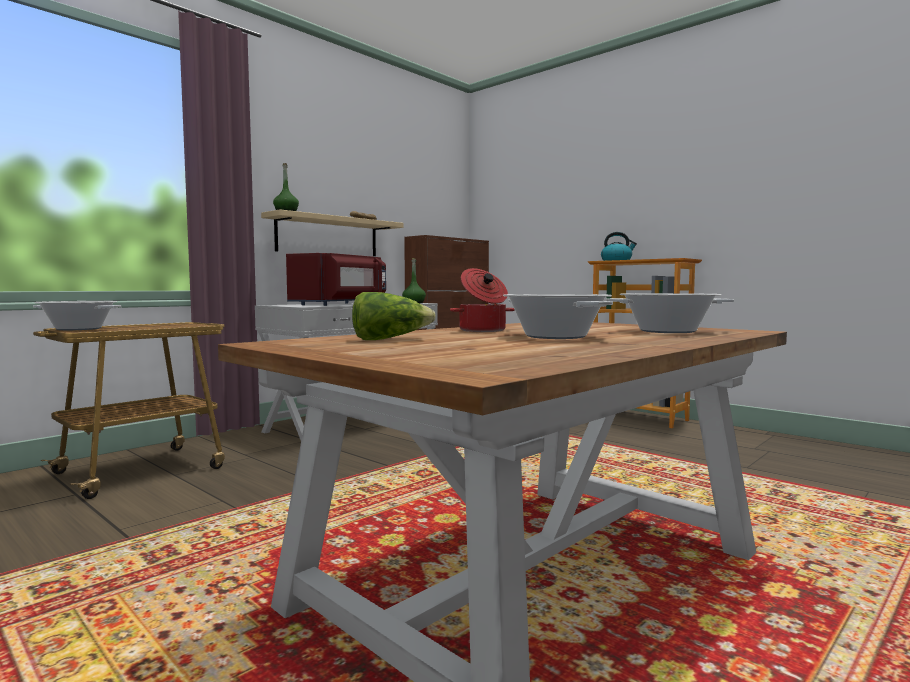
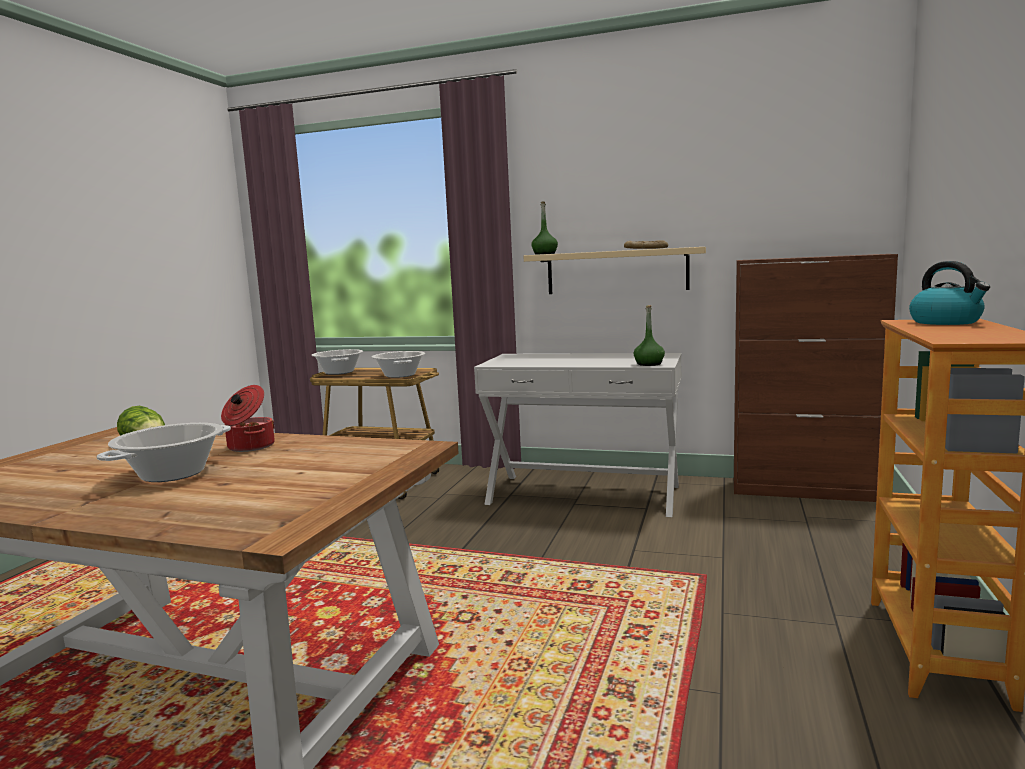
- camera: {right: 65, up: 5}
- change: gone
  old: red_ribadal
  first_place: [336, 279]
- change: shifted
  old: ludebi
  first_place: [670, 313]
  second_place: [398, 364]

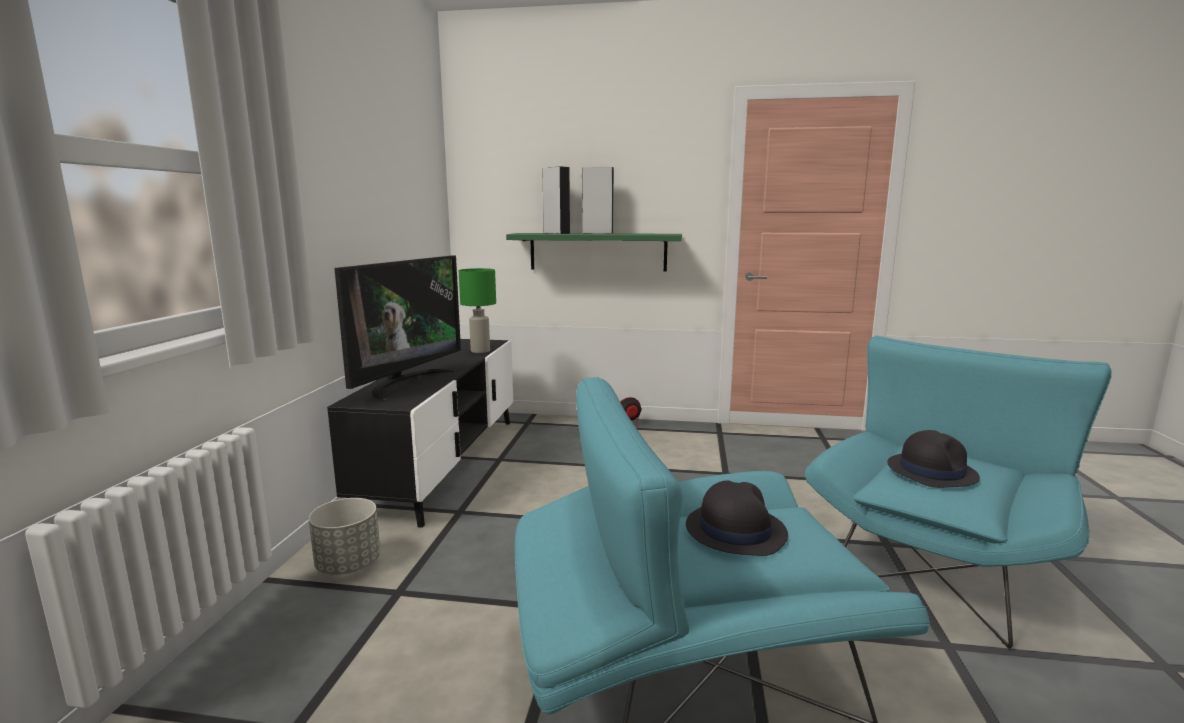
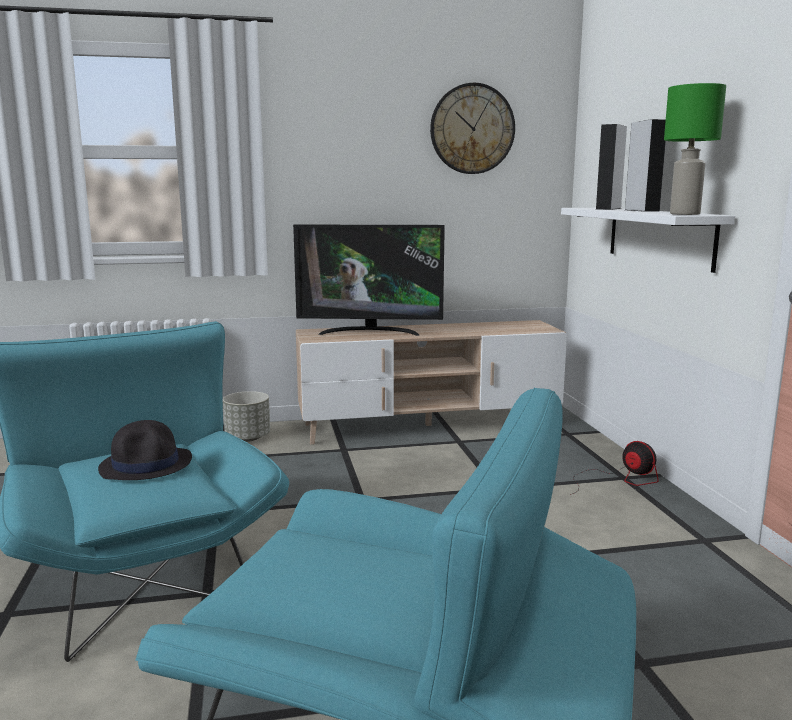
- camera: {right: 70, up: 0}
- change: repainted
  old: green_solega
  new: white_solega
  first_place: [594, 252]
  second_place: [648, 240]
- change: shifted
  old: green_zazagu
  first_place: [477, 310]
  second_place: [695, 149]
- change: repainted
  old: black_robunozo
  new: beige_robunozo
  first_place: [420, 433]
  second_place: [431, 382]
- change: gone
  old: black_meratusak
  first_place: [933, 459]
- change: new
  new: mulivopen
  second_place: [472, 128]

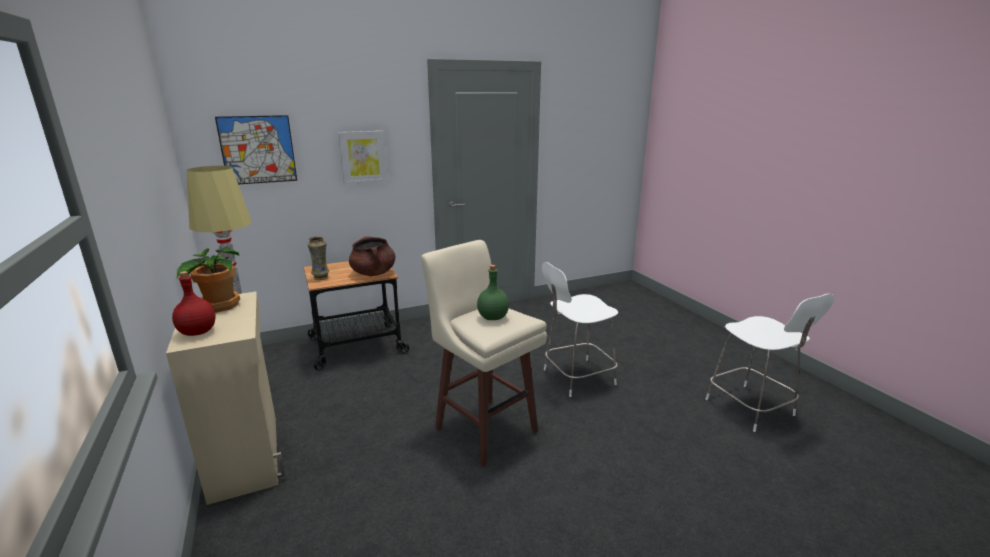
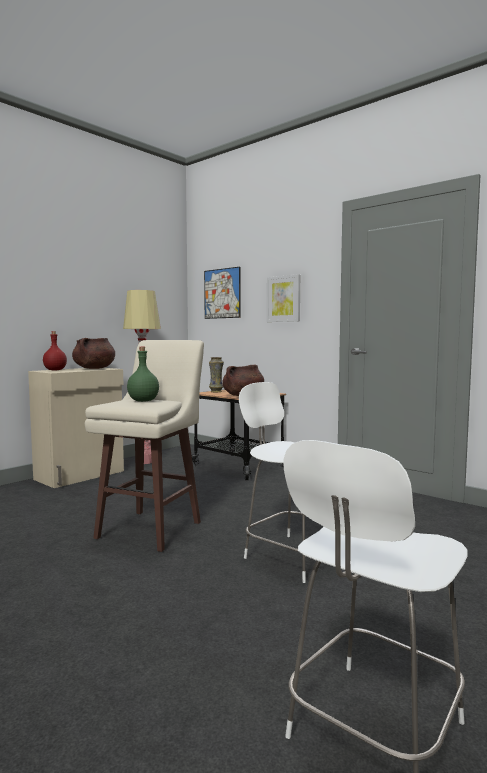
- camera: {right: 65, up: -15}
- change: swapped
  old: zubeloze
  new: brown_ludebi
  first_place: [208, 280]
  second_place: [93, 353]

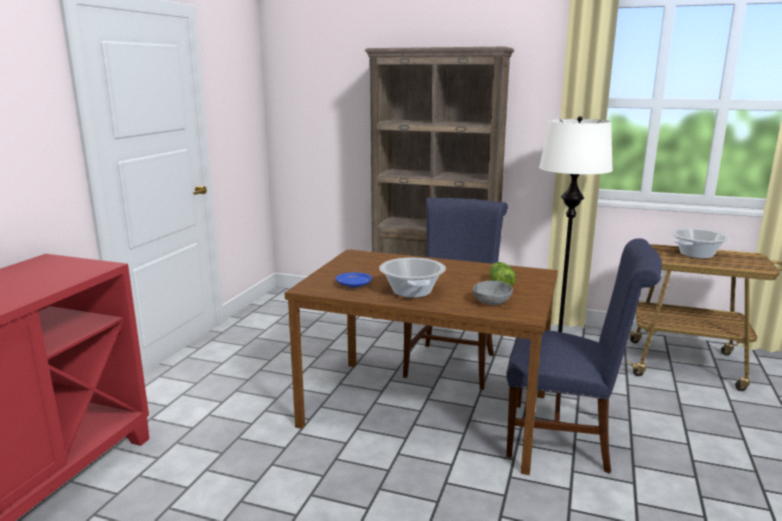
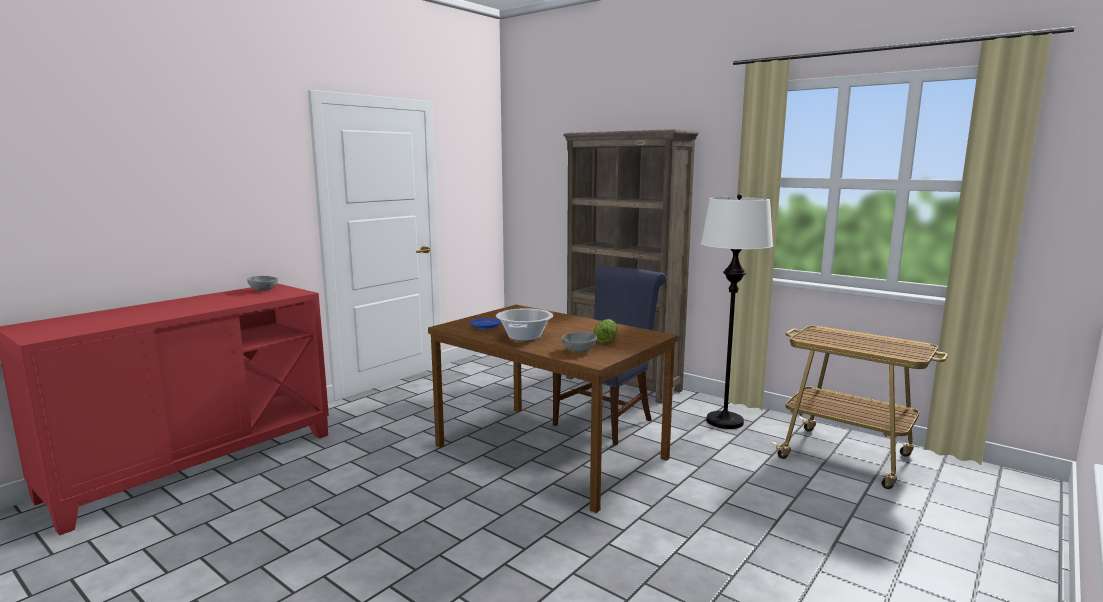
- camera: {right: 20, up: -5}
- change: gone
  old: ludebi
  first_place: [700, 243]
- change: gone
  old: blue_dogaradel
  first_place: [584, 356]
- change: new
  new: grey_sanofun
  second_place: [262, 283]

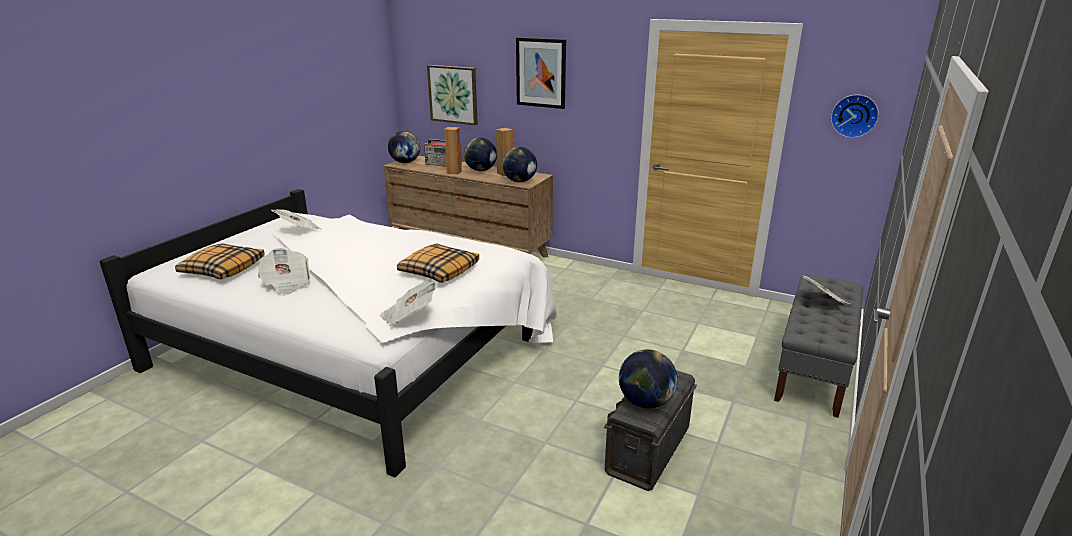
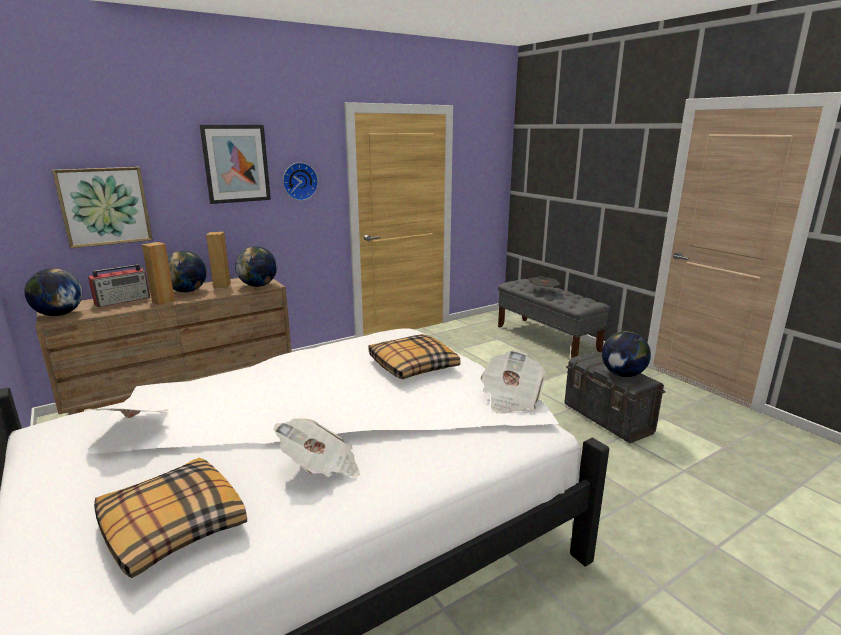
- camera: {right: -60, up: -5}
- change: shifted
  old: mulivopen
  first_place: [855, 116]
  second_place: [300, 182]

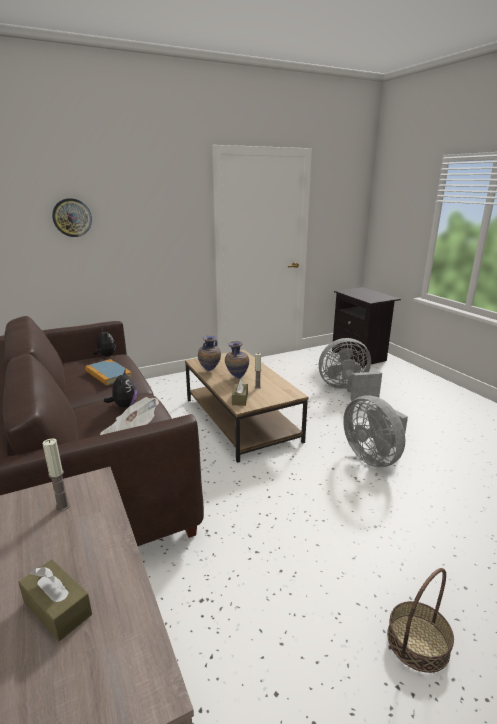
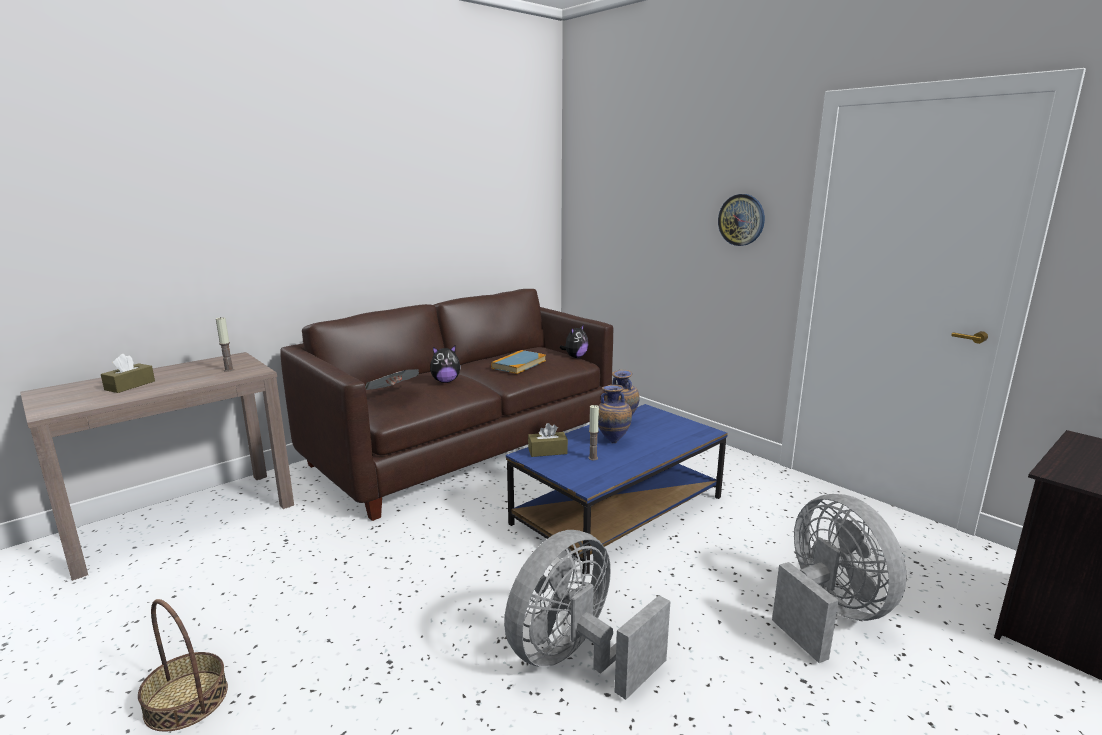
- camera: {right: 75, up: -5}
- change: shifted
  old: mulivopen
  first_place: [72, 217]
  second_place: [741, 220]
- change: repainted
  old: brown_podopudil
  new: blue_podopudil
  first_place: [246, 406]
  second_place: [617, 489]

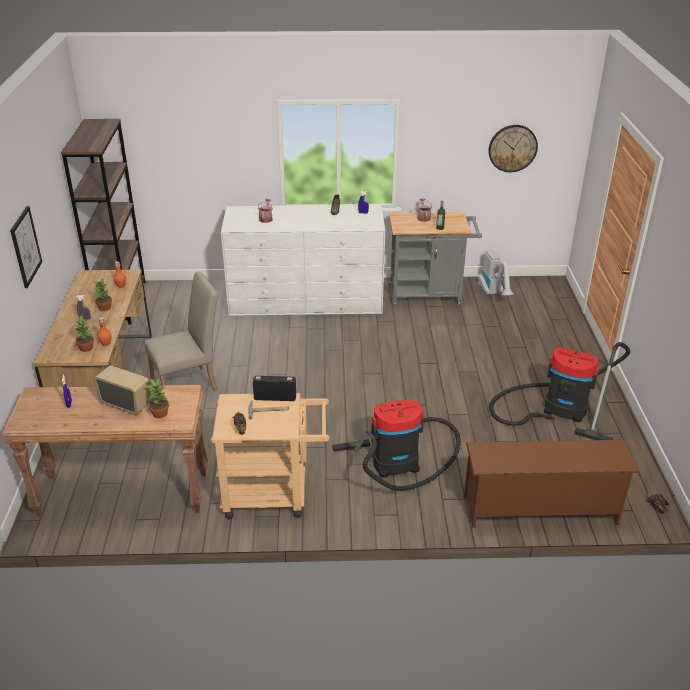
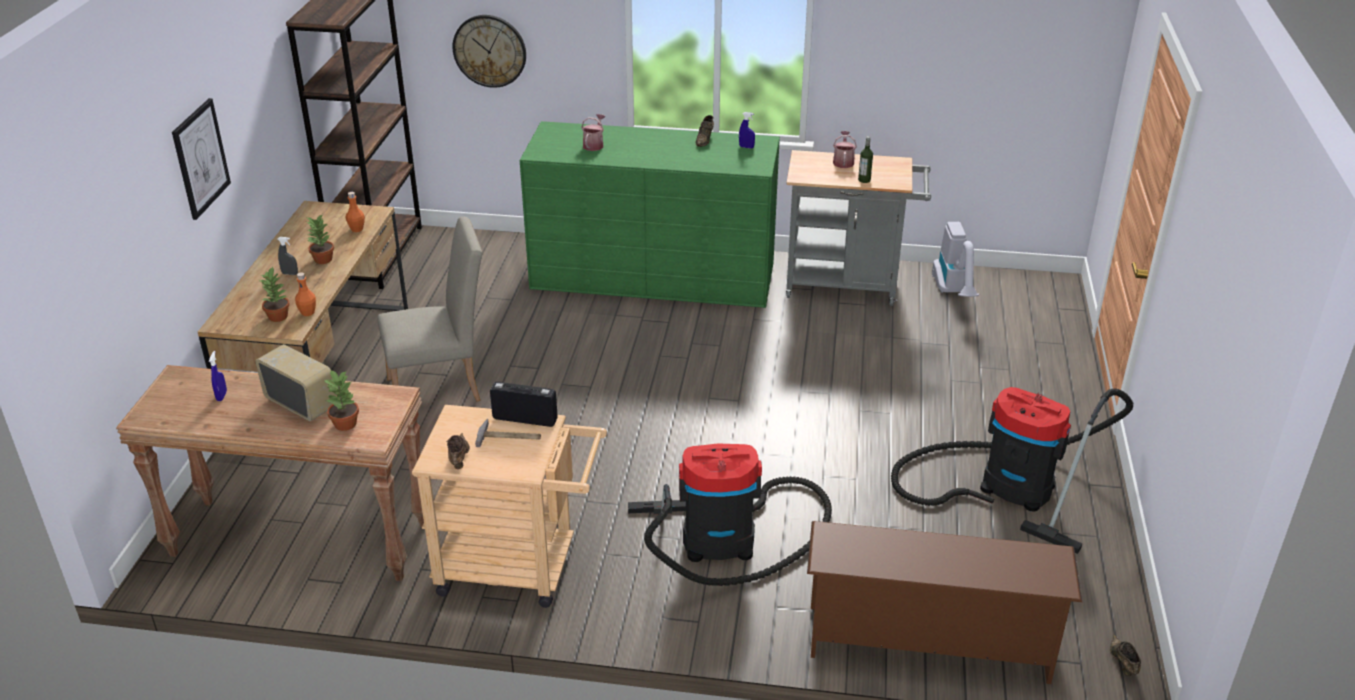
- camera: {right: 10, up: 0}
- change: shifted
  old: mulivopen
  first_place: [513, 148]
  second_place: [489, 51]
- change: repainted
  old: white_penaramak
  new: green_penaramak
  first_place: [303, 260]
  second_place: [650, 214]

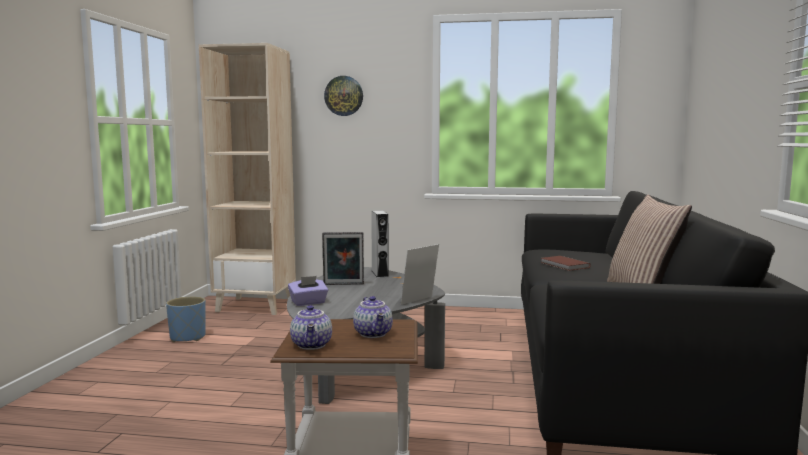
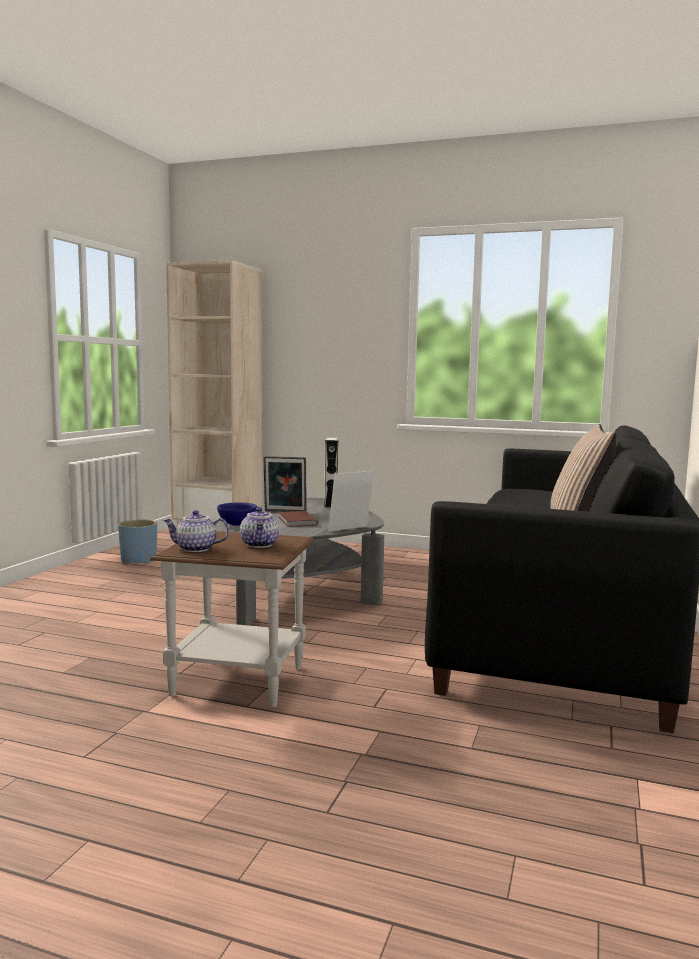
- camera: {right: 10, up: 0}
- change: gone
  old: mulivopen
  first_place: [343, 96]
- change: shifted
  old: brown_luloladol
  first_place: [565, 263]
  second_place: [298, 519]
- change: swapped
  old: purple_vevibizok
  new: blue_sanofun
  first_place: [308, 291]
  second_place: [237, 514]
- change: rotated
  old: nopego
  first_place: [311, 327]
  second_place: [196, 531]
  degrees: 90

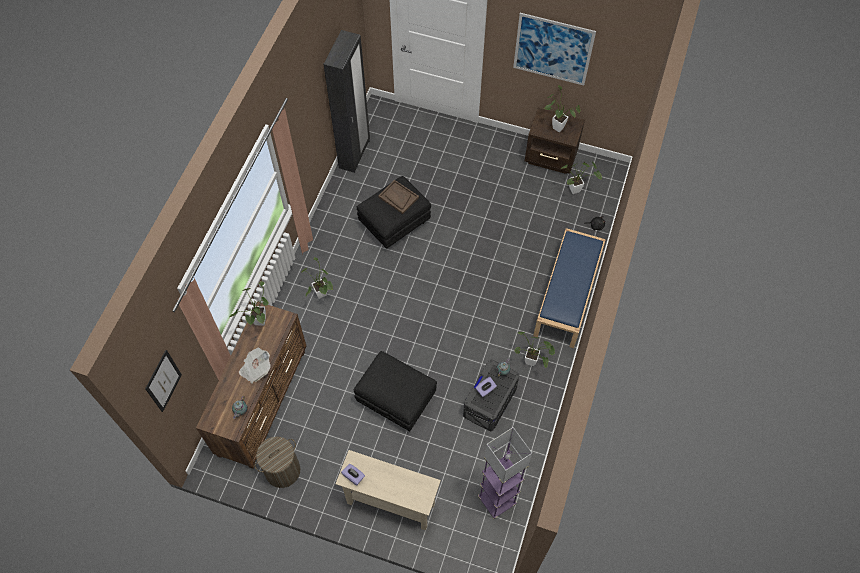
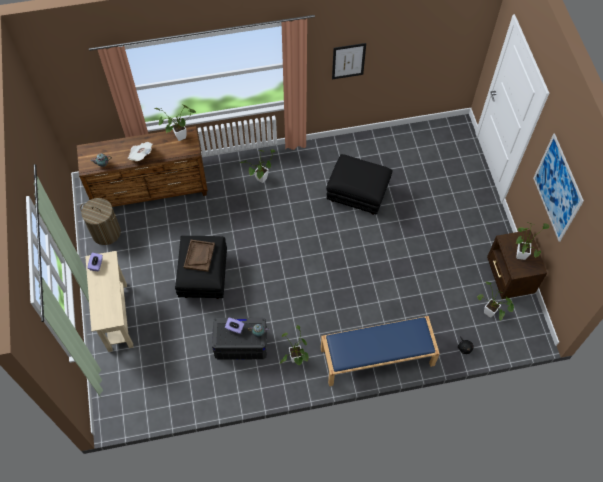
- camera: {right: 60, up: 0}
- change: gone
  old: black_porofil
  first_place: [346, 101]
- change: shifted
  old: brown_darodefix
  first_place: [398, 197]
  second_place: [199, 256]
- change: shifted
  old: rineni
  first_place: [163, 381]
  second_place: [349, 61]
- change: gone
  old: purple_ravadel
  first_place: [505, 473]

